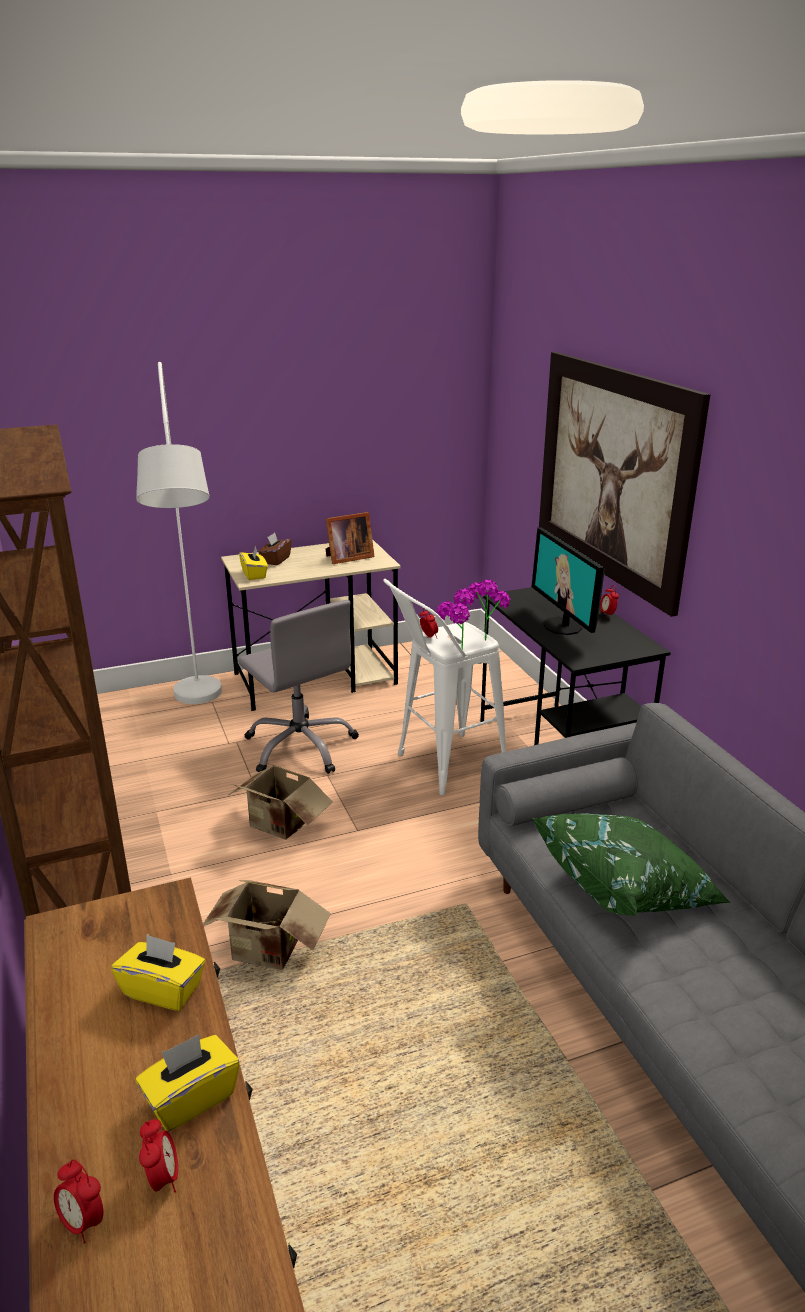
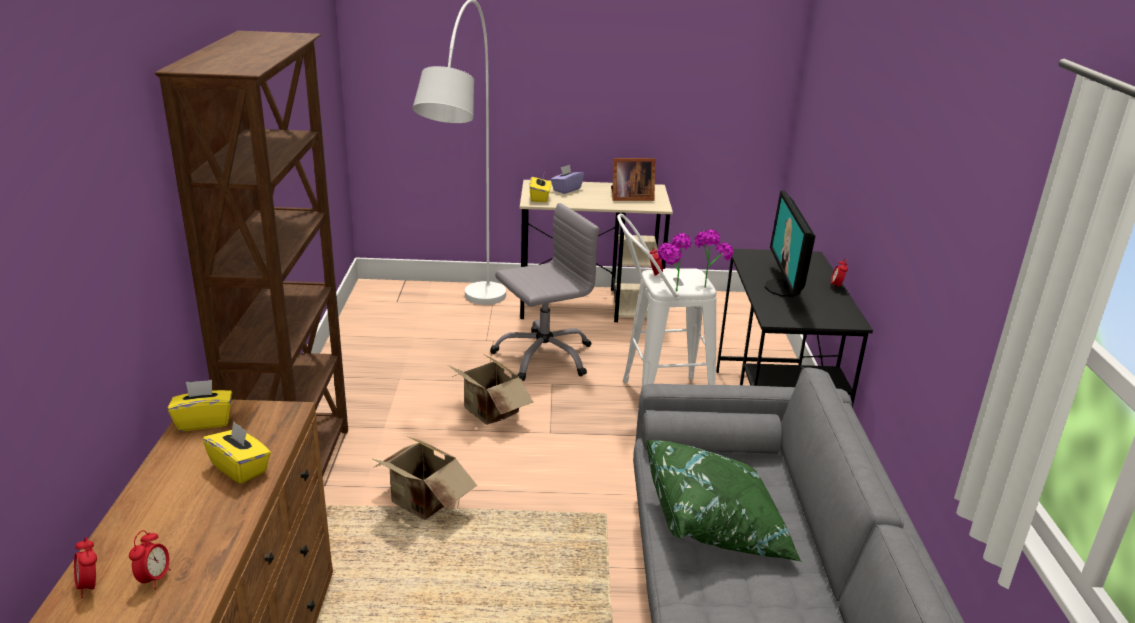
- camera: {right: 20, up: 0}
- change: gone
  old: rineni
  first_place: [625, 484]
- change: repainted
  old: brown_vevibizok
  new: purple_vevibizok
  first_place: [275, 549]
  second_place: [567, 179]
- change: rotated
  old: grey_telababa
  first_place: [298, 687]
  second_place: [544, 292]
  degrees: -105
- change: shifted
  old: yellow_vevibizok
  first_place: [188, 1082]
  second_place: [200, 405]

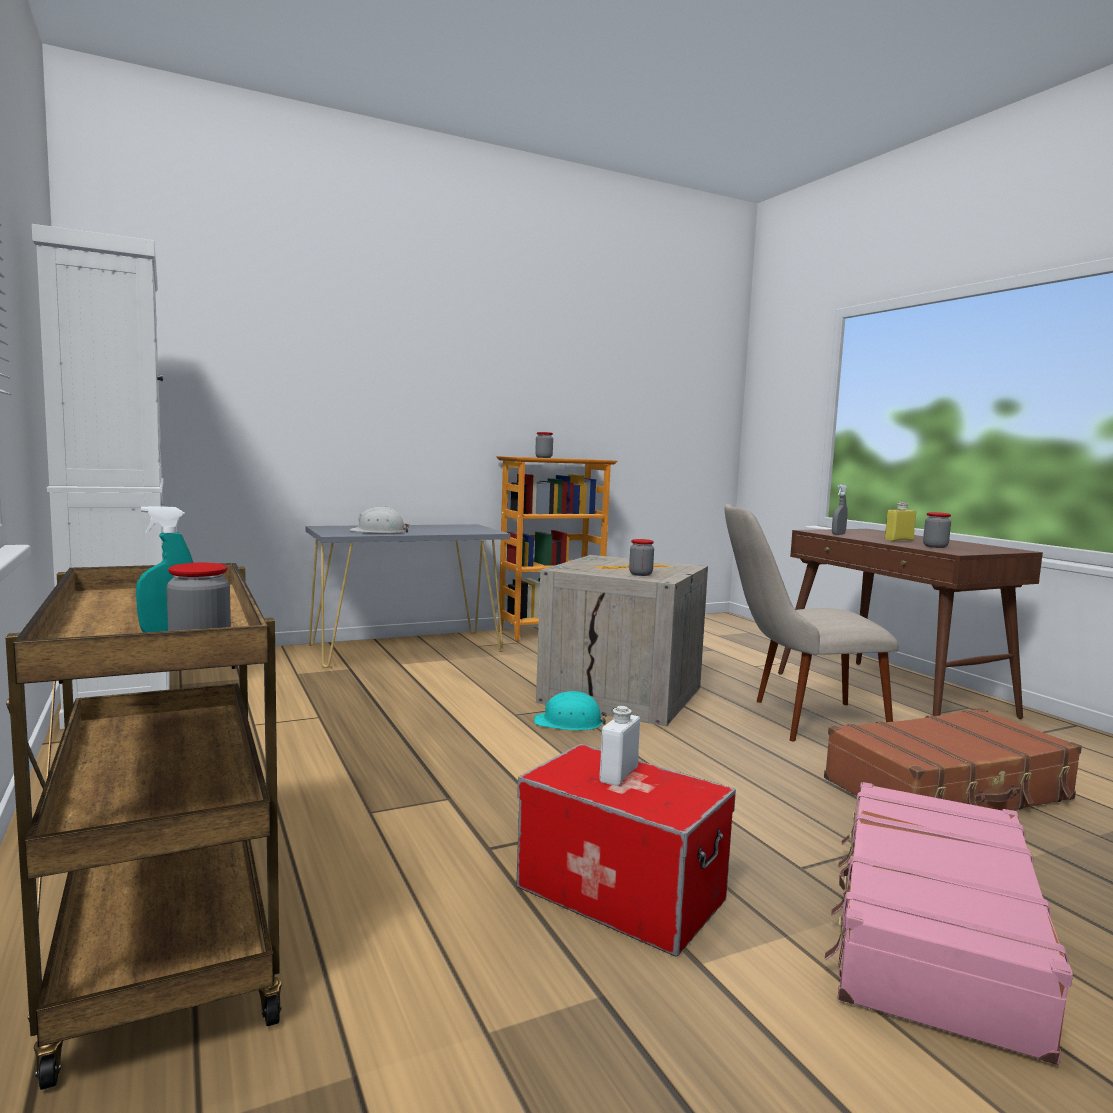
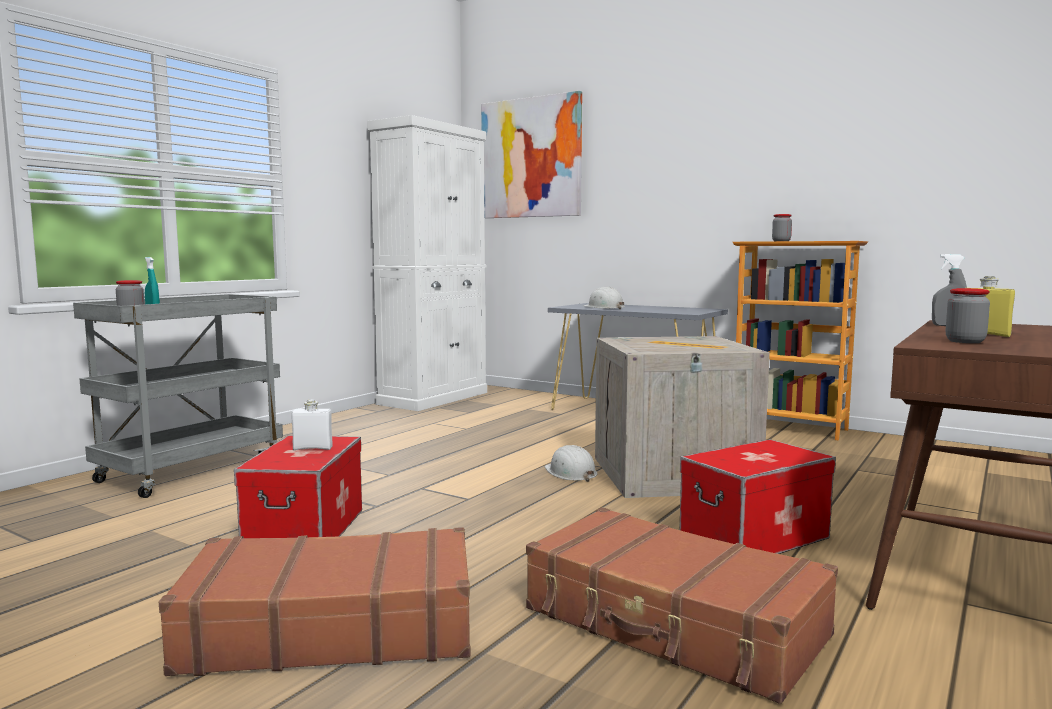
- camera: {right: 60, up: 0}
- change: swapped
  old: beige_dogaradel
  new: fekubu
  first_place: [812, 623]
  second_place: [757, 496]
- change: gone
  old: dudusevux
  first_place: [641, 557]
- change: repainted
  old: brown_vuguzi
  new: grey_vuguzi
  first_place: [144, 826]
  second_place: [178, 396]
- change: repainted
  old: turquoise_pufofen
  new: white_pufofen
  first_place: [570, 711]
  second_place: [570, 463]
- change: repainted
  old: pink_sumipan
  new: brown_sumipan
  first_place: [949, 923]
  second_place: [315, 601]
- change: new
  new: rineni
  second_place: [531, 154]

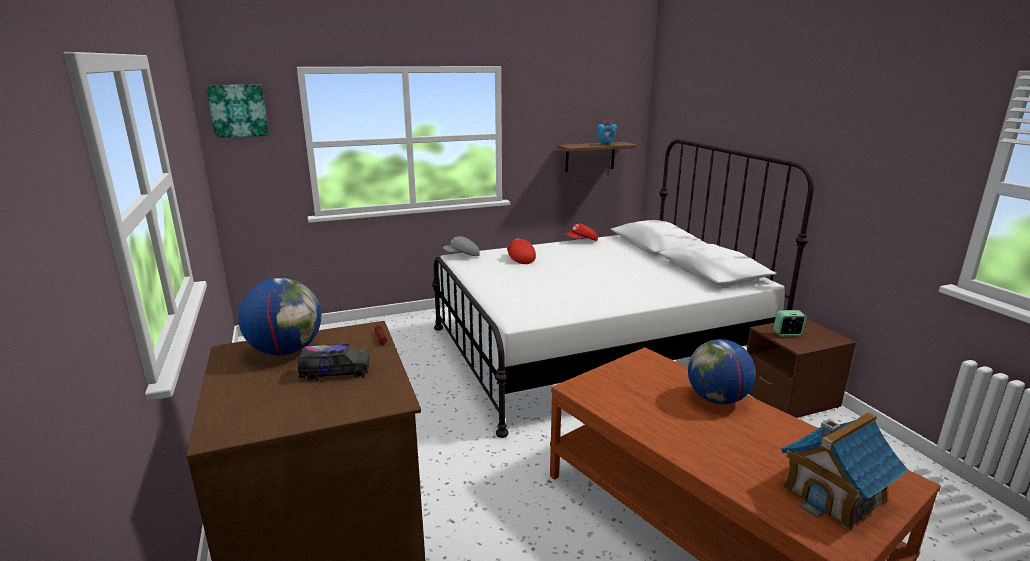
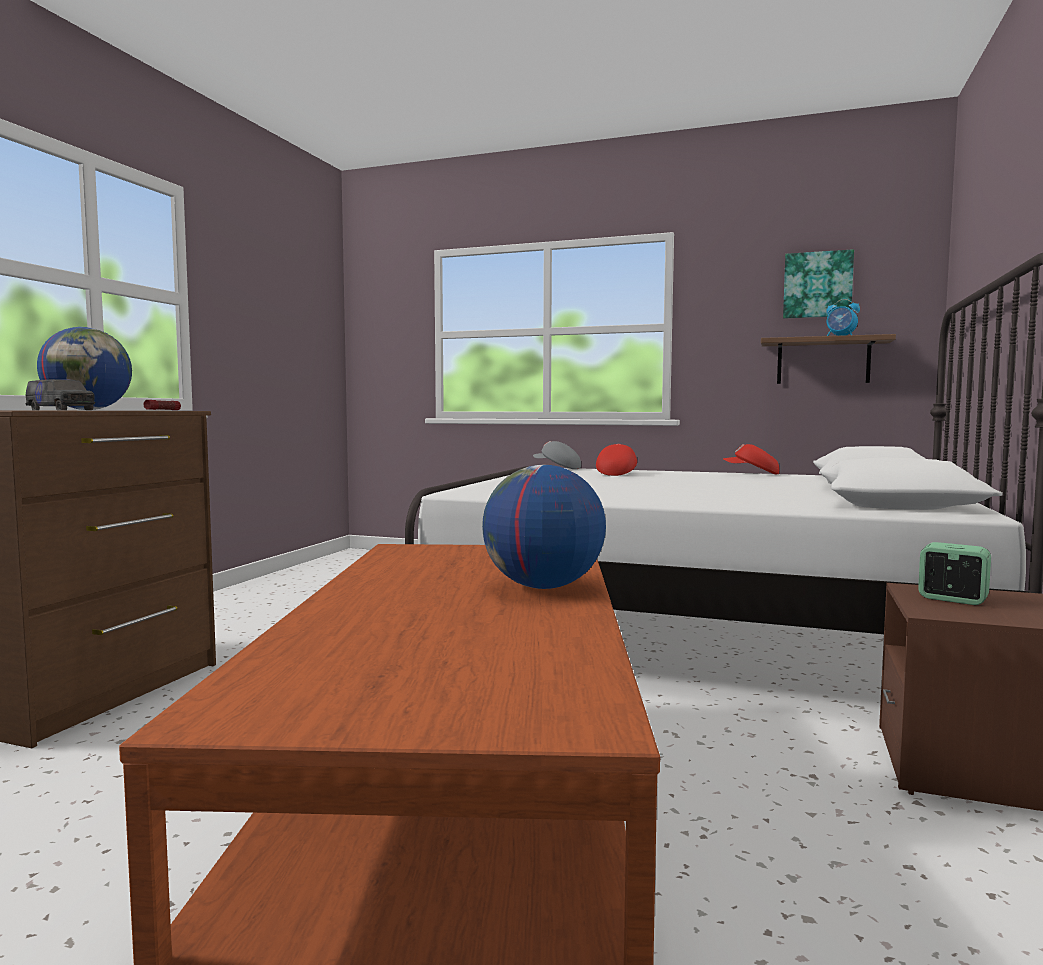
- camera: {right: 40, up: -15}
- change: shifted
  old: rineni
  first_place: [237, 111]
  second_place: [818, 284]
- change: gone
  old: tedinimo
  first_place: [844, 471]

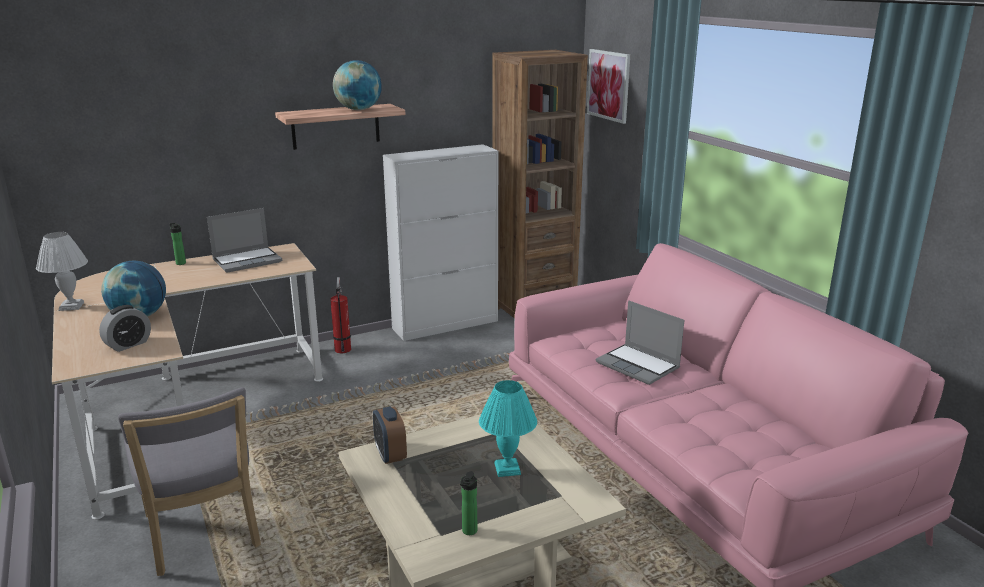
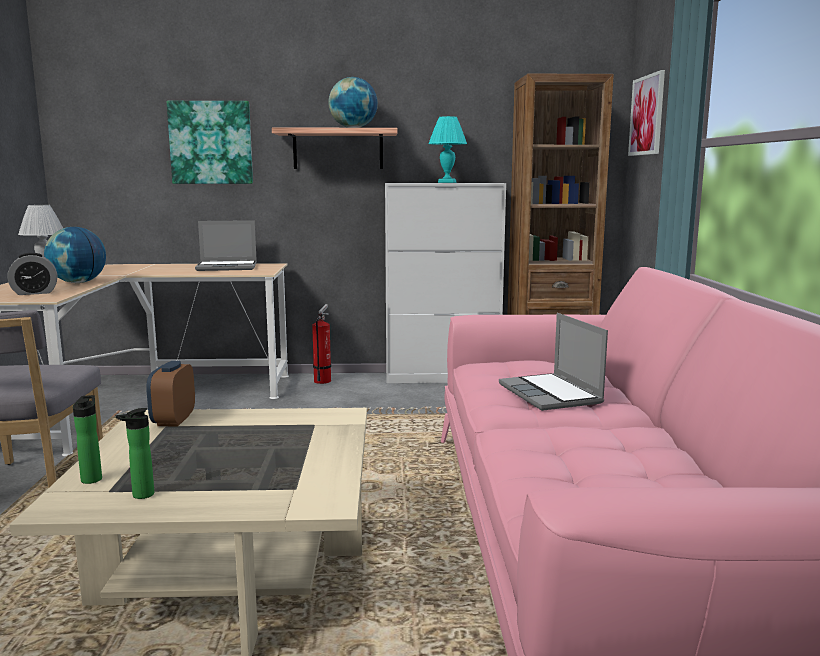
- camera: {right: 25, up: -10}
- change: shifted
  old: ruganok
  first_place: [178, 244]
  second_place: [87, 439]
- change: shifted
  old: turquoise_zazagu
  first_place: [508, 428]
  second_place: [447, 149]
- change: new
  new: rineni
  second_place: [210, 142]

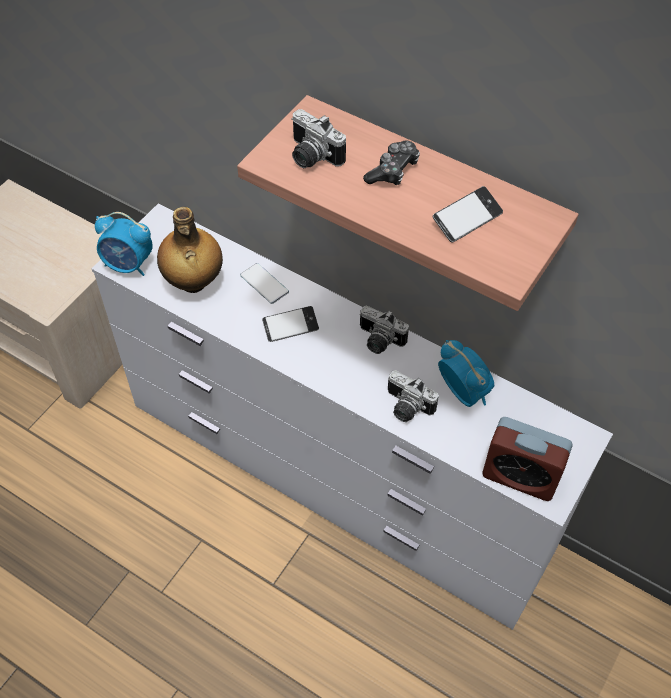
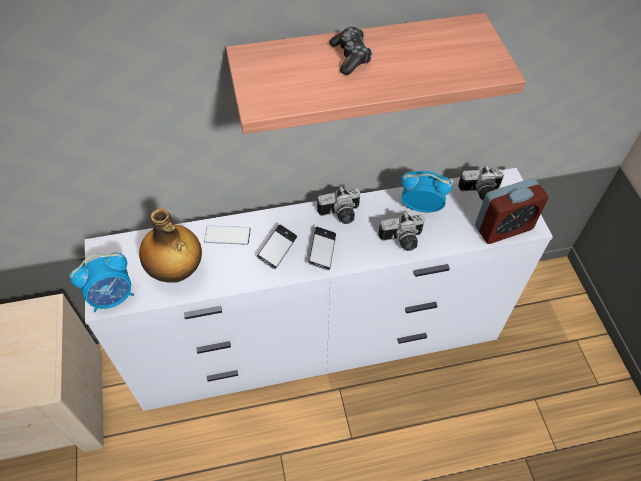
- camera: {right: -45, up: 0}
- change: shifted
  old: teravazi
  first_place: [318, 138]
  second_place: [481, 183]
- change: shifted
  old: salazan
  first_place: [468, 214]
  second_place: [322, 248]

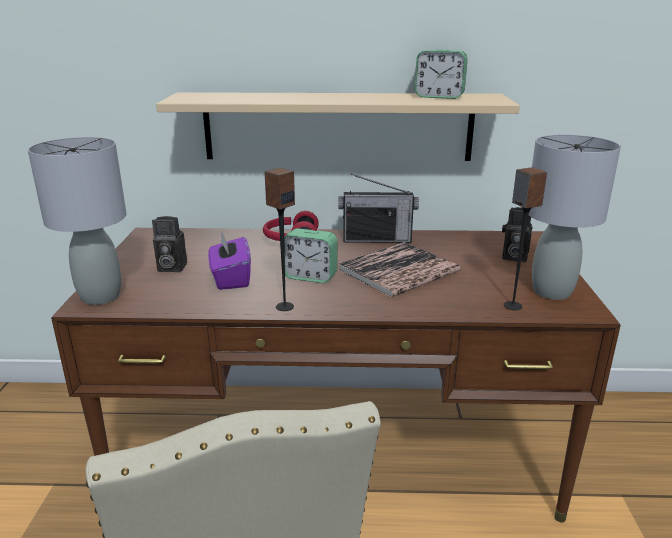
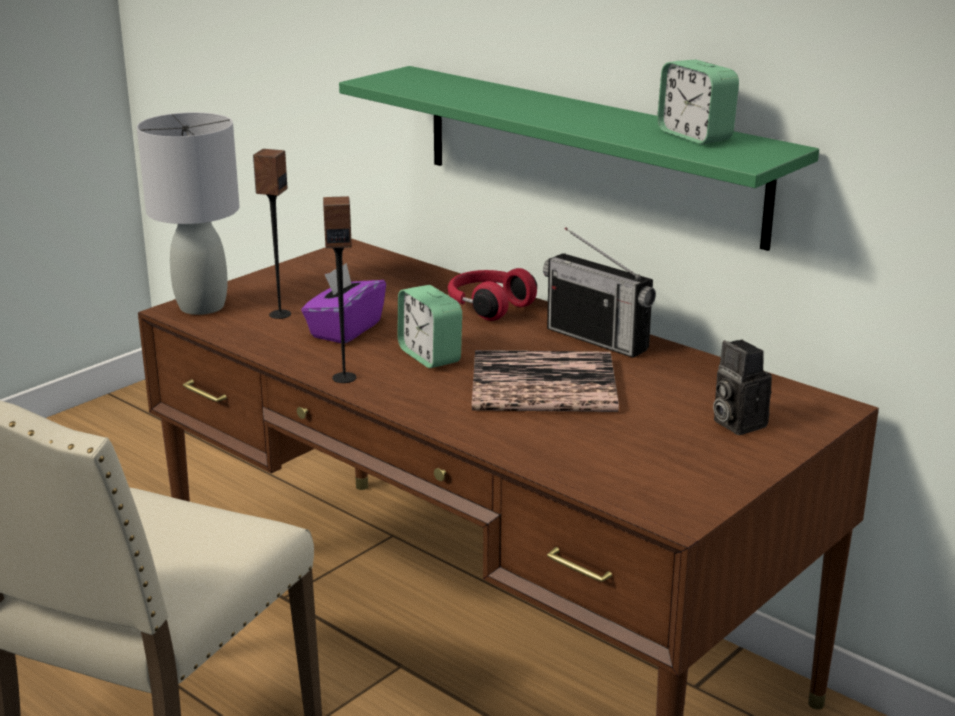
- camera: {right: 40, up: 0}
- change: repainted
  old: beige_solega
  new: green_solega
  first_place: [338, 126]
  second_place: [579, 158]
- change: gone
  old: grey_zazagu
  first_place: [575, 217]
- change: shifted
  old: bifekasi
  first_place: [525, 238]
  second_place: [272, 234]
- change: gone
  old: teravazi
  first_place: [169, 244]

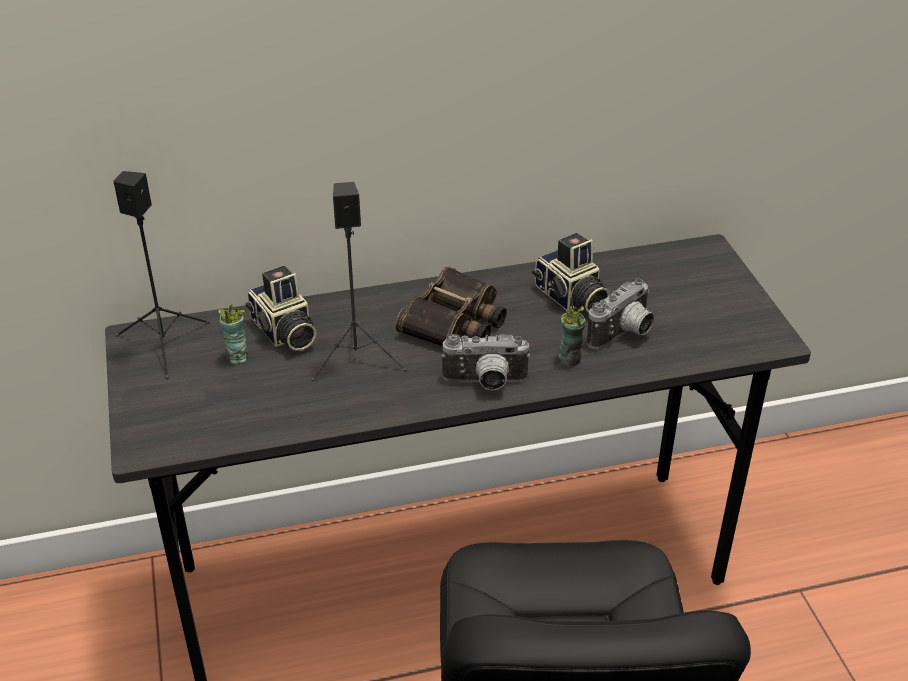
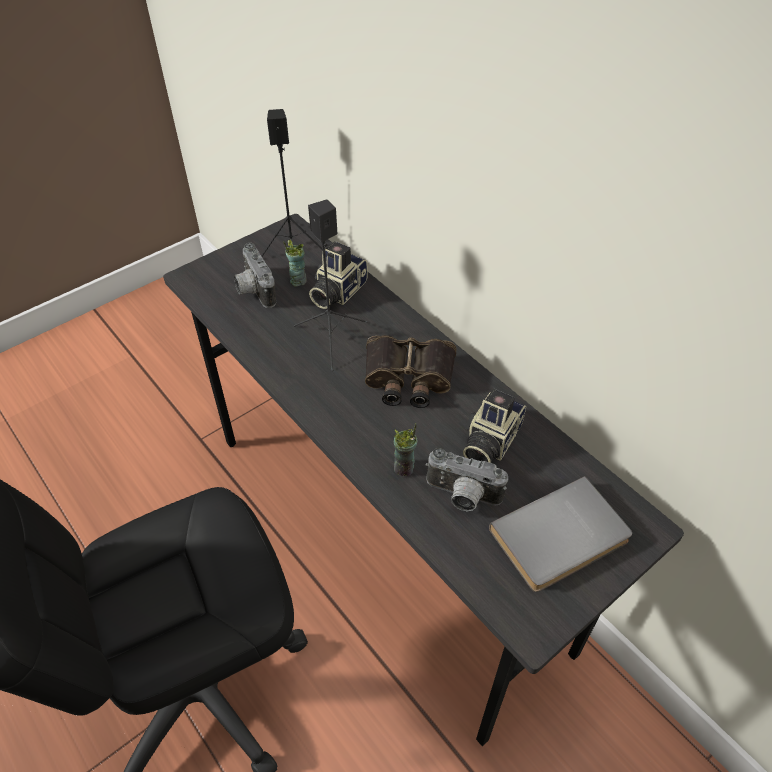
- camera: {right: 65, up: 10}
- change: shifted
  old: teravazi
  first_place: [485, 362]
  second_place: [255, 275]
- change: new
  new: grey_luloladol
  second_place: [560, 534]

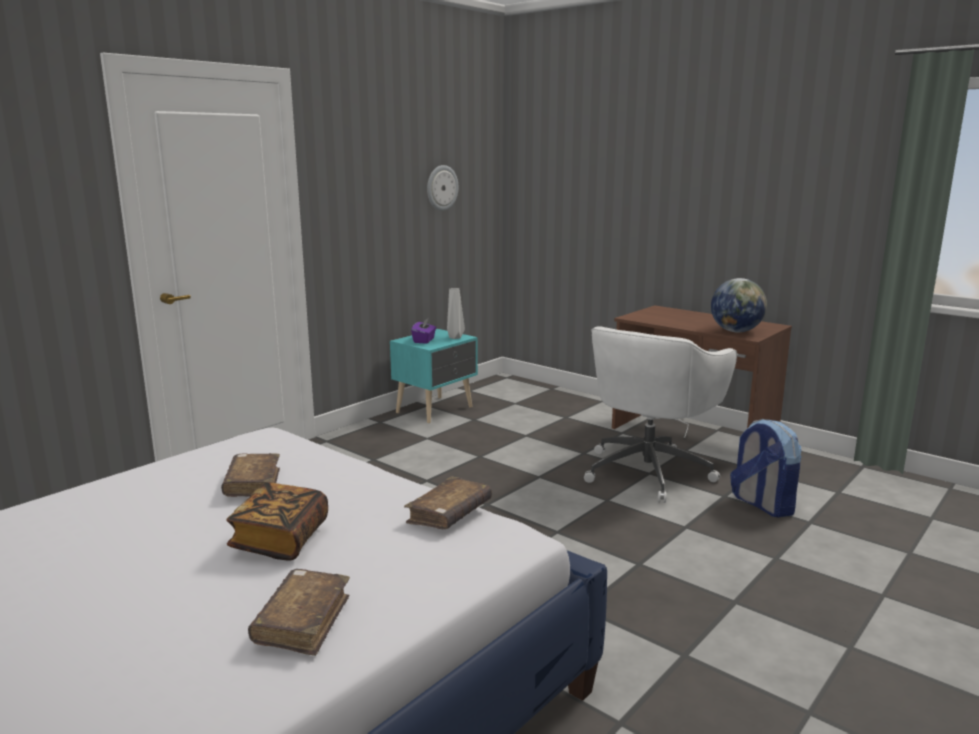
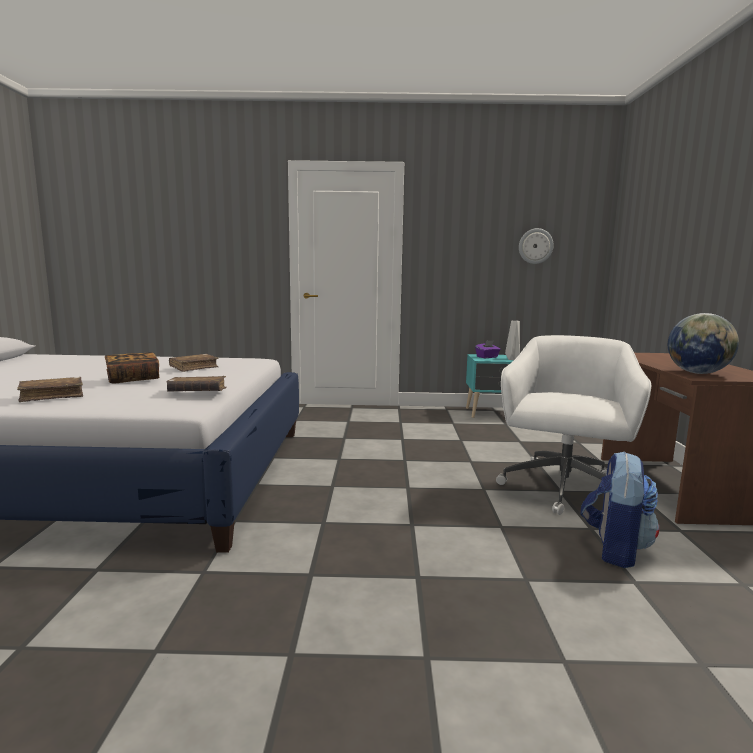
- camera: {right: 50, up: -5}
- change: rotated
  old: white_telababa
  first_place: [660, 414]
  second_place: [573, 425]
  degrees: 120

